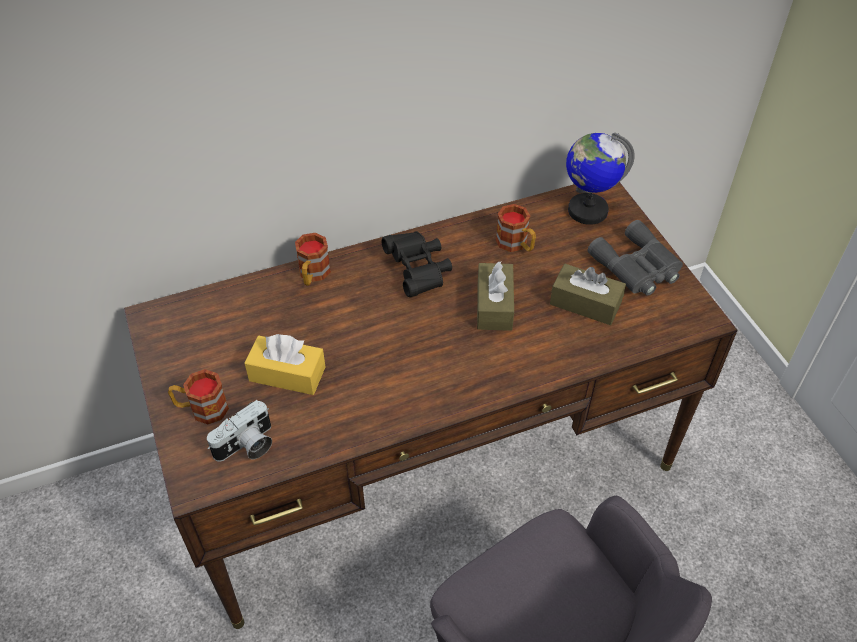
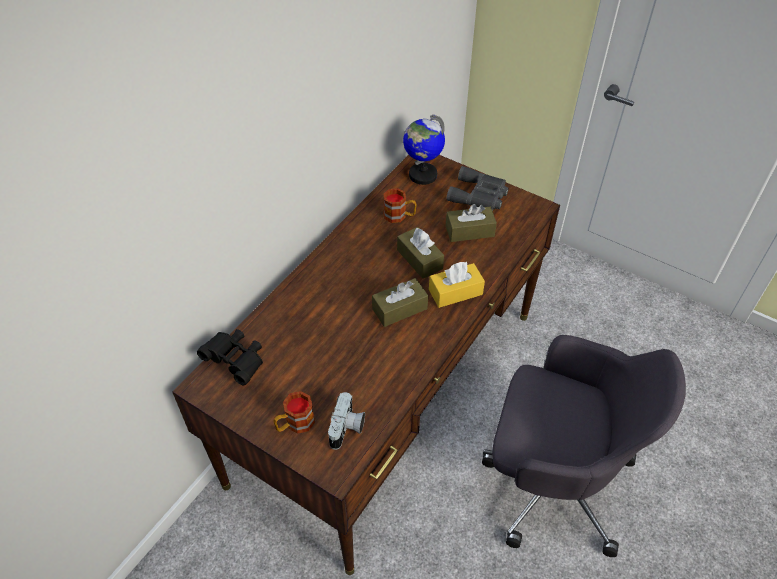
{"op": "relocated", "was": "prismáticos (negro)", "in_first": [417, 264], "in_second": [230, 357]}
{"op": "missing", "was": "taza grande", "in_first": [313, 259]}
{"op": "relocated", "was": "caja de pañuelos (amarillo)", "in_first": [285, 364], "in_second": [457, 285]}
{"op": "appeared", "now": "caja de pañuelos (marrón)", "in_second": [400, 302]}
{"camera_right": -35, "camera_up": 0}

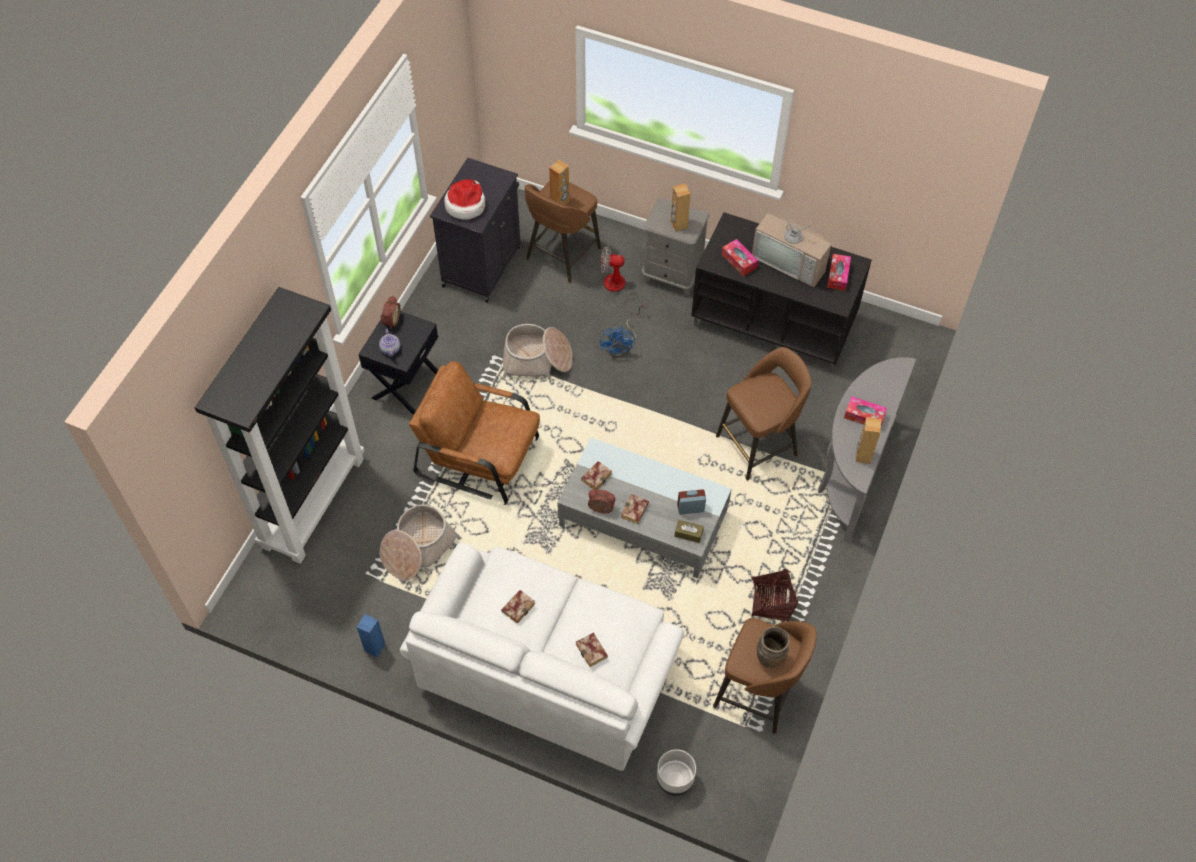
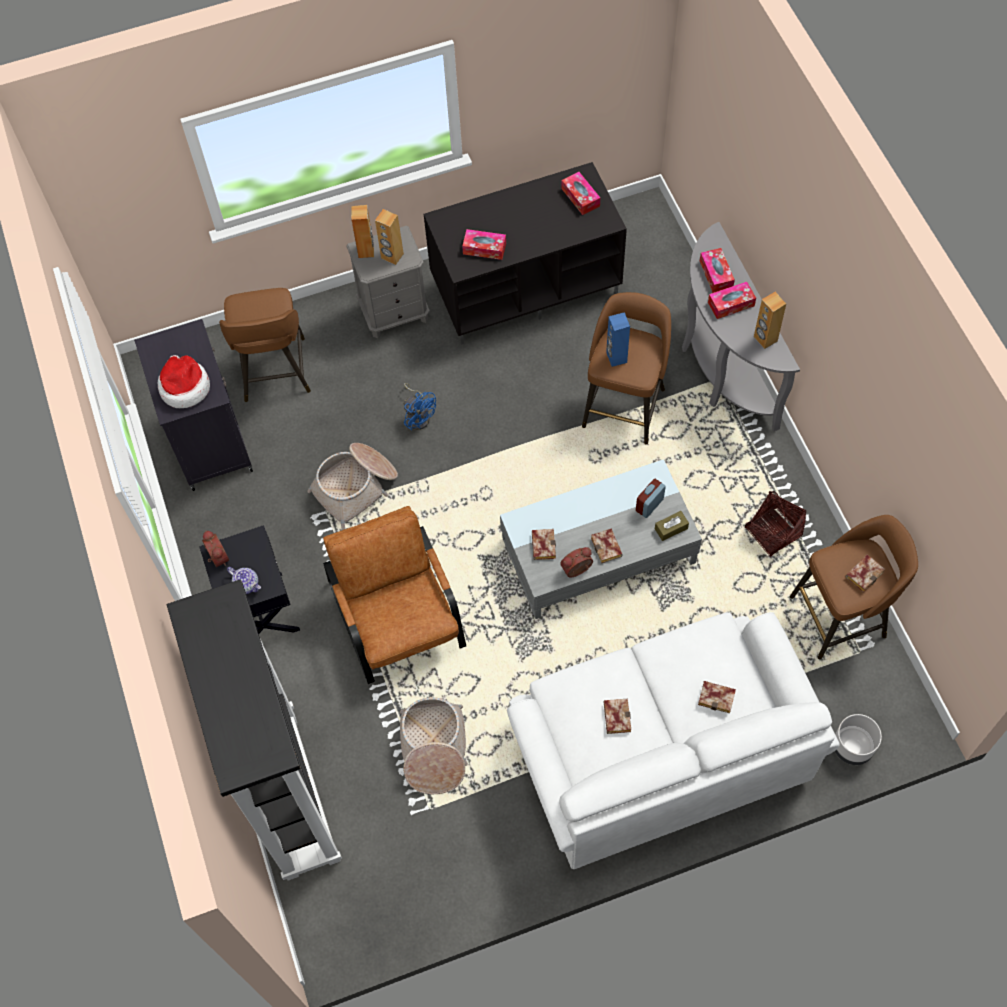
{"op": "relocated", "was": "altavoz (marrón)", "in_first": [559, 182], "in_second": [362, 231]}
{"op": "missing", "was": "televisor", "in_first": [791, 244]}
{"op": "missing", "was": "ventilador", "in_first": [622, 280]}
{"op": "spun", "was": "sillón (marrón)", "in_first": [474, 433], "in_second": [394, 595], "clockwise": 90}
{"op": "relocated", "was": "altavoz (azul)", "in_first": [371, 635], "in_second": [618, 339]}
{"op": "exchanged", "was": "florero (marrón)", "now": "libro", "in_first": [773, 647], "in_second": [865, 573]}
{"op": "appeared", "now": "caja de pañuelos", "in_second": [717, 270]}
{"camera_right": -40, "camera_up": 5}

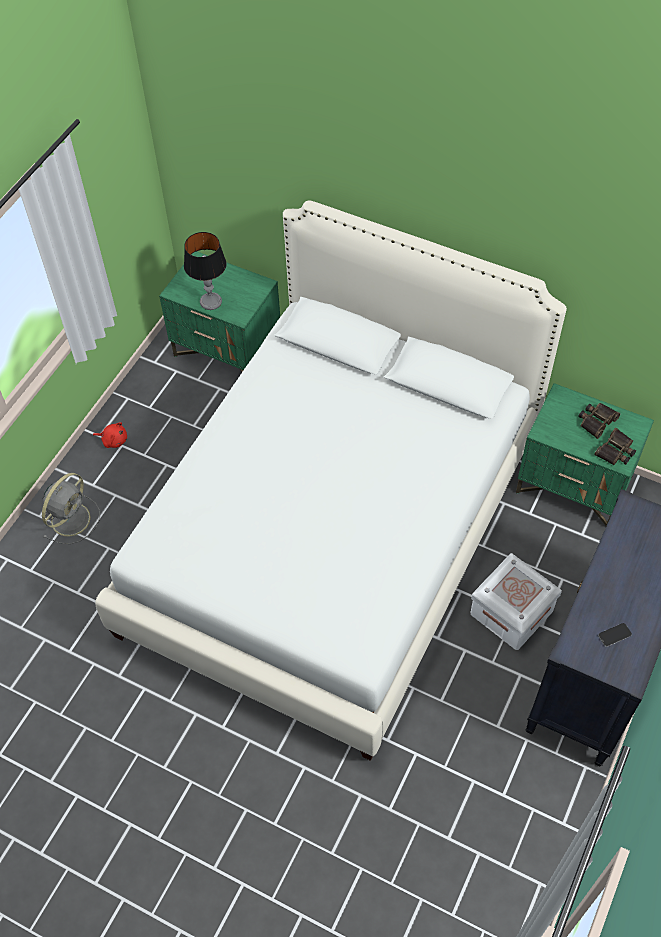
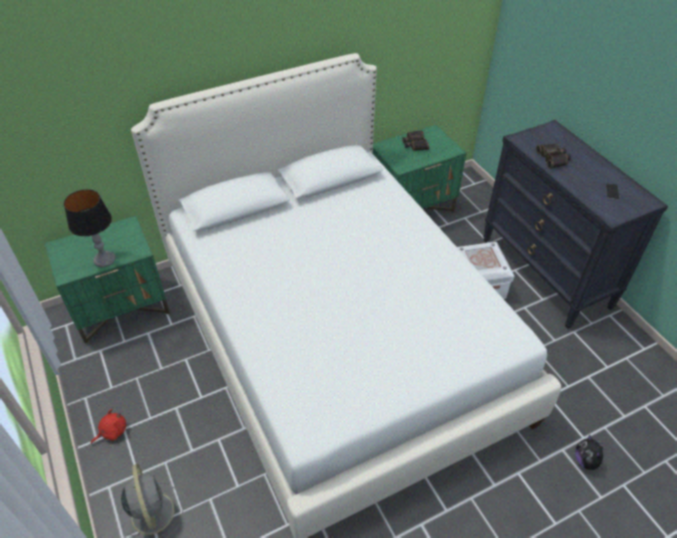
{"op": "relocated", "was": "prismáticos", "in_first": [615, 446], "in_second": [553, 156]}
{"op": "appeared", "now": "peluche", "in_second": [590, 452]}
{"camera_right": -55, "camera_up": -10}

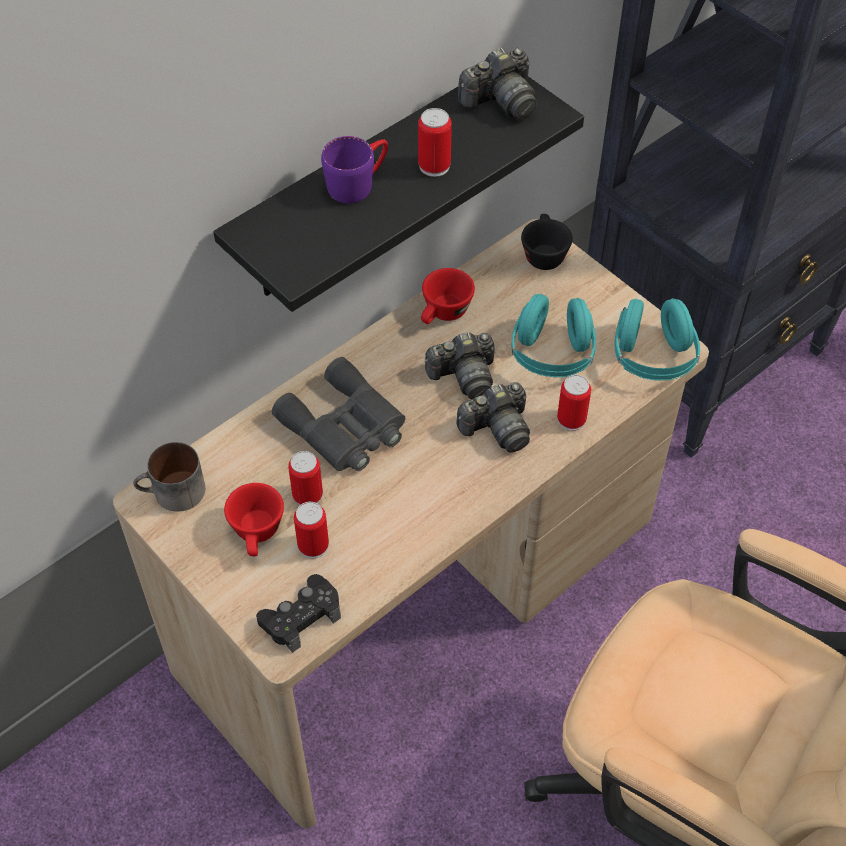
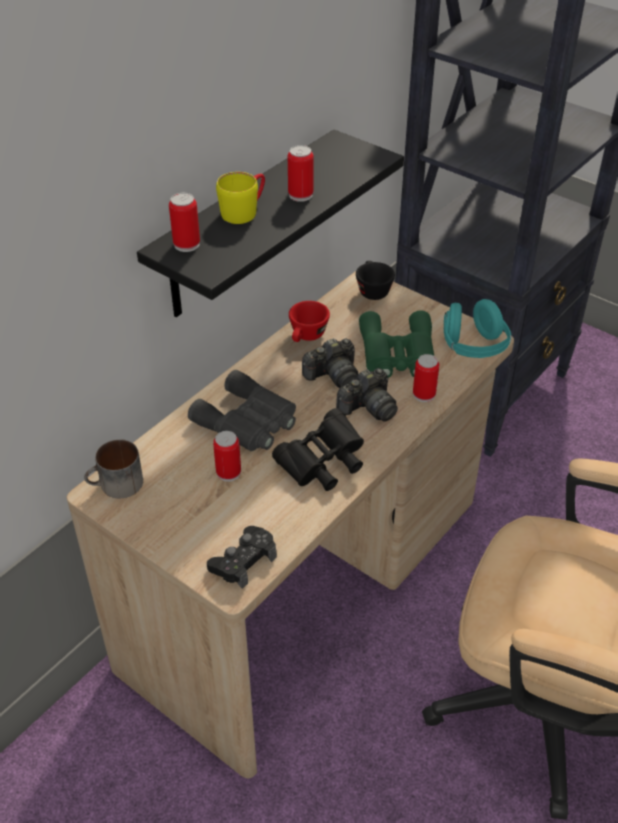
{"op": "missing", "was": "cámara", "in_first": [497, 84]}
{"op": "colour", "was": "taza grande (morado)", "now": "taza grande (amarillo)", "in_first": [354, 169], "in_second": [240, 198]}
{"op": "exchanged", "was": "auriculares (turquesa)", "now": "prismáticos (verde)", "in_first": [553, 335], "in_second": [396, 344]}
{"op": "missing", "was": "taza (rojo)", "in_first": [254, 519]}
{"op": "relocated", "was": "lata", "in_first": [311, 530], "in_second": [184, 222]}
{"op": "appeared", "now": "prismáticos (negro)", "in_second": [318, 449]}
{"camera_right": -10, "camera_up": -10}

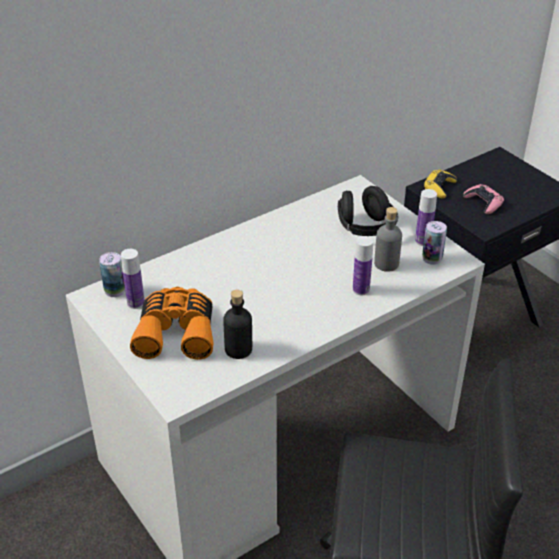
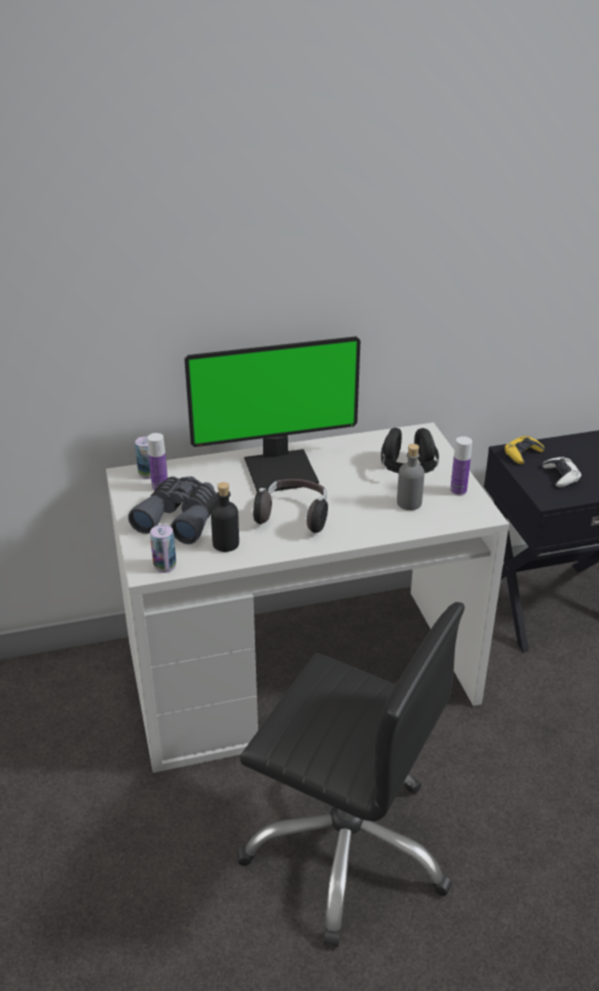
{"op": "colour", "was": "mando de consola (rosa)", "now": "mando de consola (blanco)", "in_first": [483, 199], "in_second": [562, 472]}
{"op": "relocated", "was": "lata", "in_first": [434, 243], "in_second": [163, 548]}
{"op": "missing", "was": "botella", "in_first": [363, 265]}
{"op": "colour", "was": "prismáticos (naranja)", "now": "prismáticos (gris)", "in_first": [172, 323], "in_second": [173, 510]}
{"op": "appeared", "now": "monitor", "in_second": [272, 413]}
{"op": "appeared", "now": "auriculares", "in_second": [290, 506]}
{"camera_right": 20, "camera_up": -5}

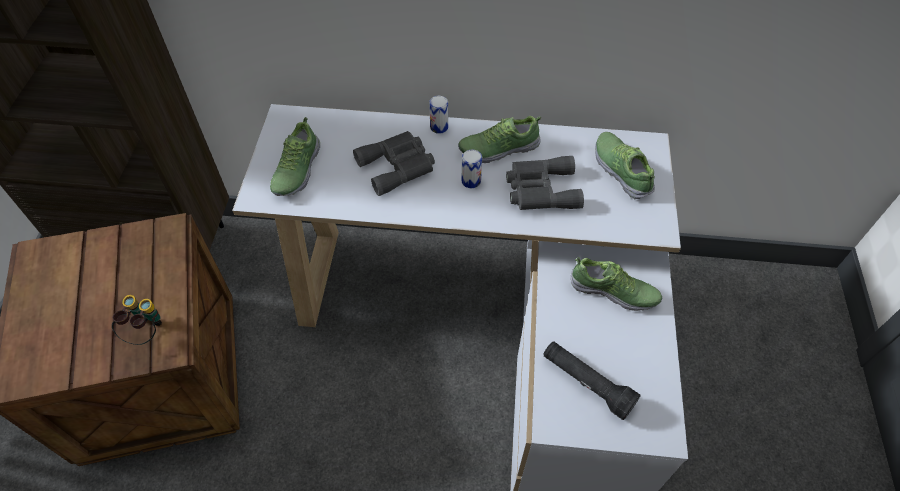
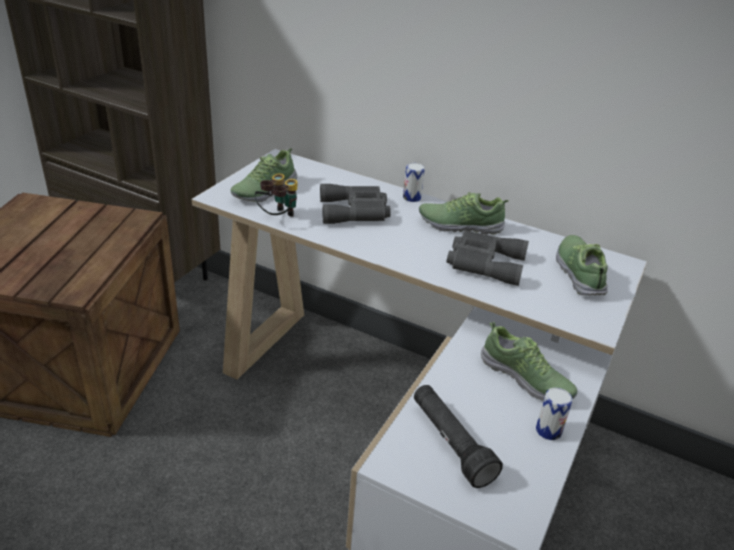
{"op": "relocated", "was": "lata", "in_first": [471, 169], "in_second": [554, 414]}
{"op": "relocated", "was": "prismáticos", "in_first": [137, 320], "in_second": [276, 195]}
{"camera_right": 20, "camera_up": -20}

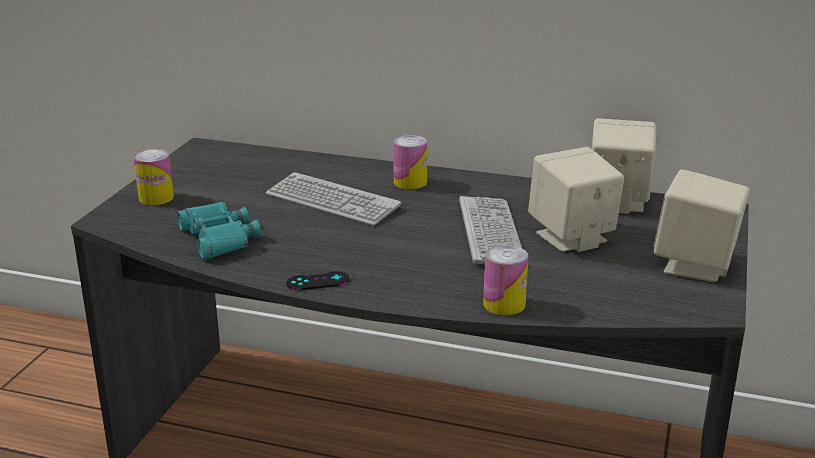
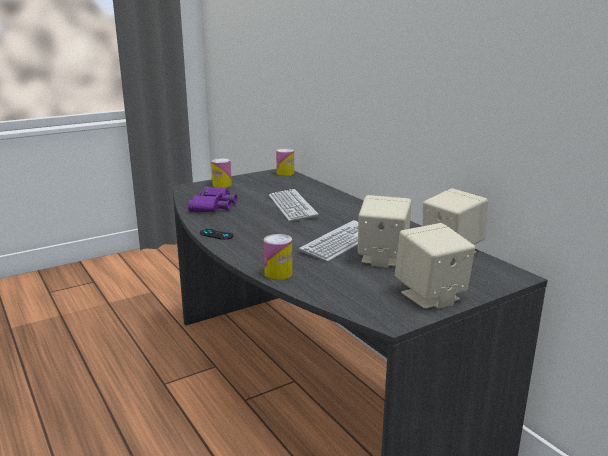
{"op": "relocated", "was": "lata", "in_first": [410, 162], "in_second": [285, 162]}
{"op": "colour", "was": "prismáticos (turquesa)", "now": "prismáticos (morado)", "in_first": [219, 230], "in_second": [212, 199]}
{"camera_right": 40, "camera_up": -5}

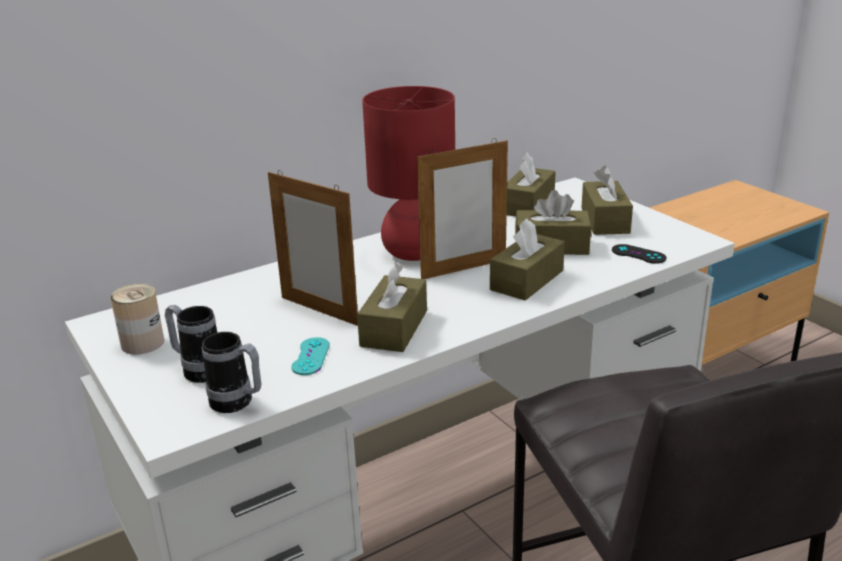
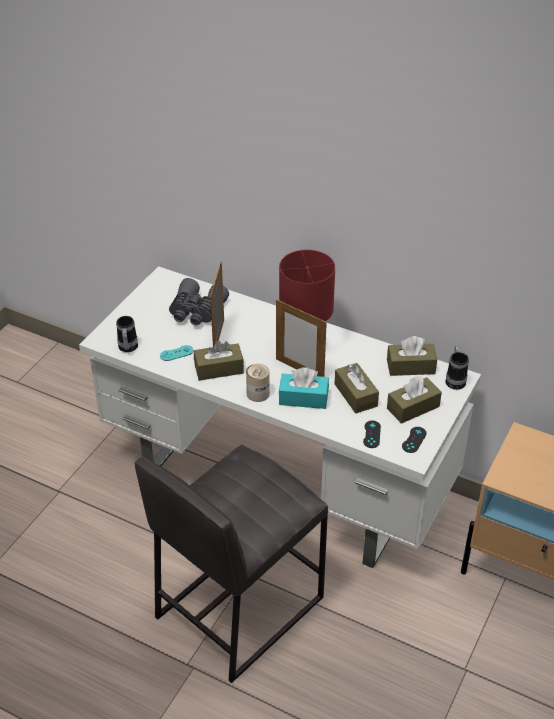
{"op": "colour", "was": "caja de pañuelos (marrón)", "now": "caja de pañuelos (turquesa)", "in_first": [527, 259], "in_second": [304, 388]}
{"op": "relocated", "was": "lata", "in_first": [137, 319], "in_second": [258, 382]}
{"op": "relocated", "was": "taza grande", "in_first": [191, 344], "in_second": [457, 368]}
{"op": "appeared", "now": "prismáticos (gris)", "in_second": [199, 302]}
{"op": "appeared", "now": "mando de consola (negro)", "in_second": [414, 440]}
{"camera_right": 60, "camera_up": 15}

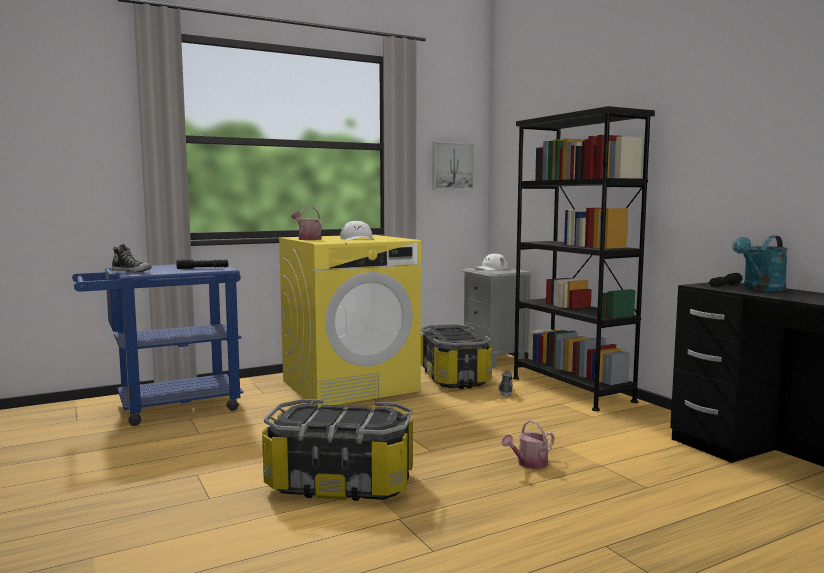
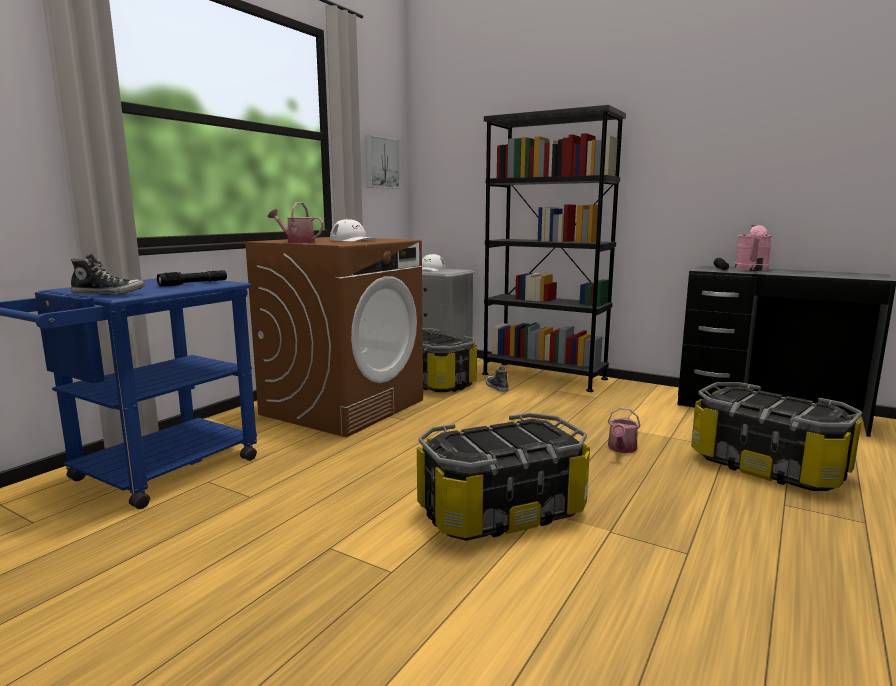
{"op": "colour", "was": "lavadora (amarillo)", "now": "lavadora (marrón)", "in_first": [349, 320], "in_second": [332, 337]}
{"op": "colour", "was": "regadera (turquesa)", "now": "regadera (rosa)", "in_first": [760, 263], "in_second": [753, 248]}
{"op": "appeared", "now": "caja de almacenaje", "in_second": [776, 436]}
{"camera_right": -30, "camera_up": 5}

